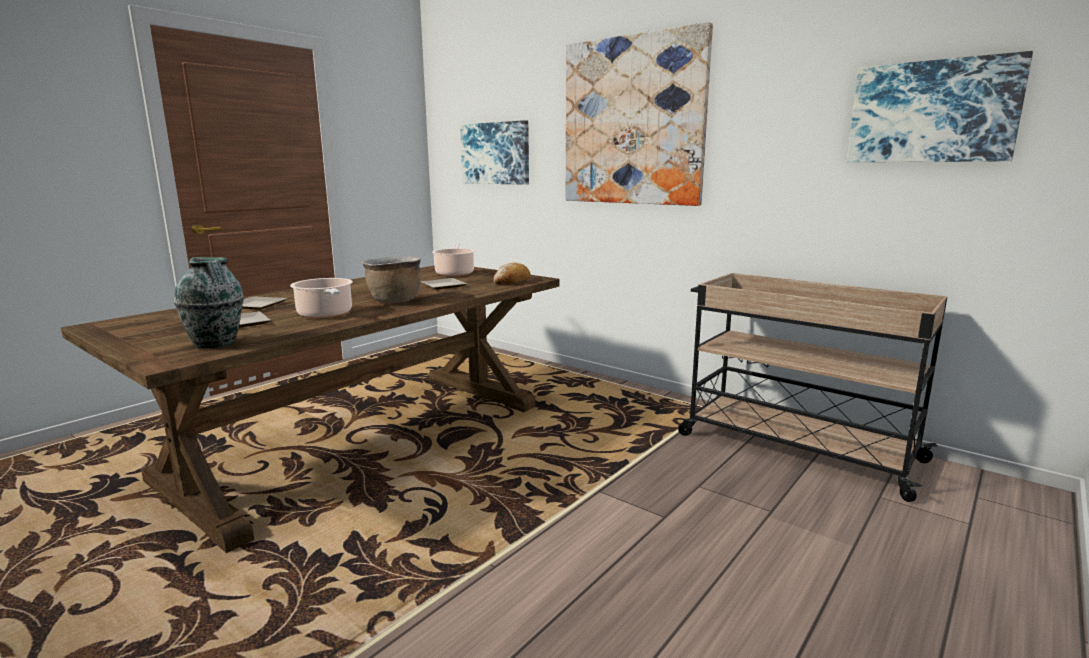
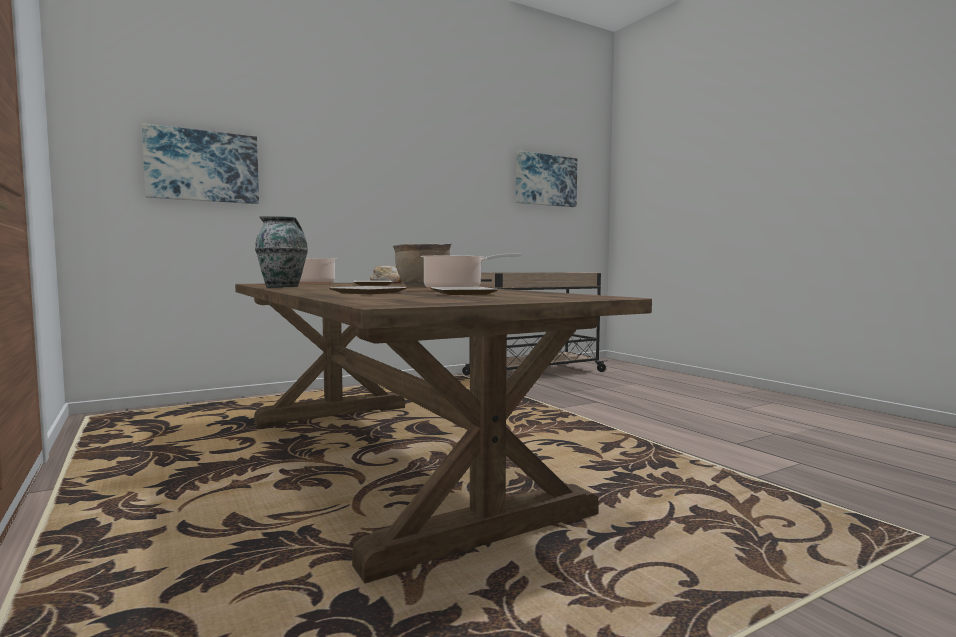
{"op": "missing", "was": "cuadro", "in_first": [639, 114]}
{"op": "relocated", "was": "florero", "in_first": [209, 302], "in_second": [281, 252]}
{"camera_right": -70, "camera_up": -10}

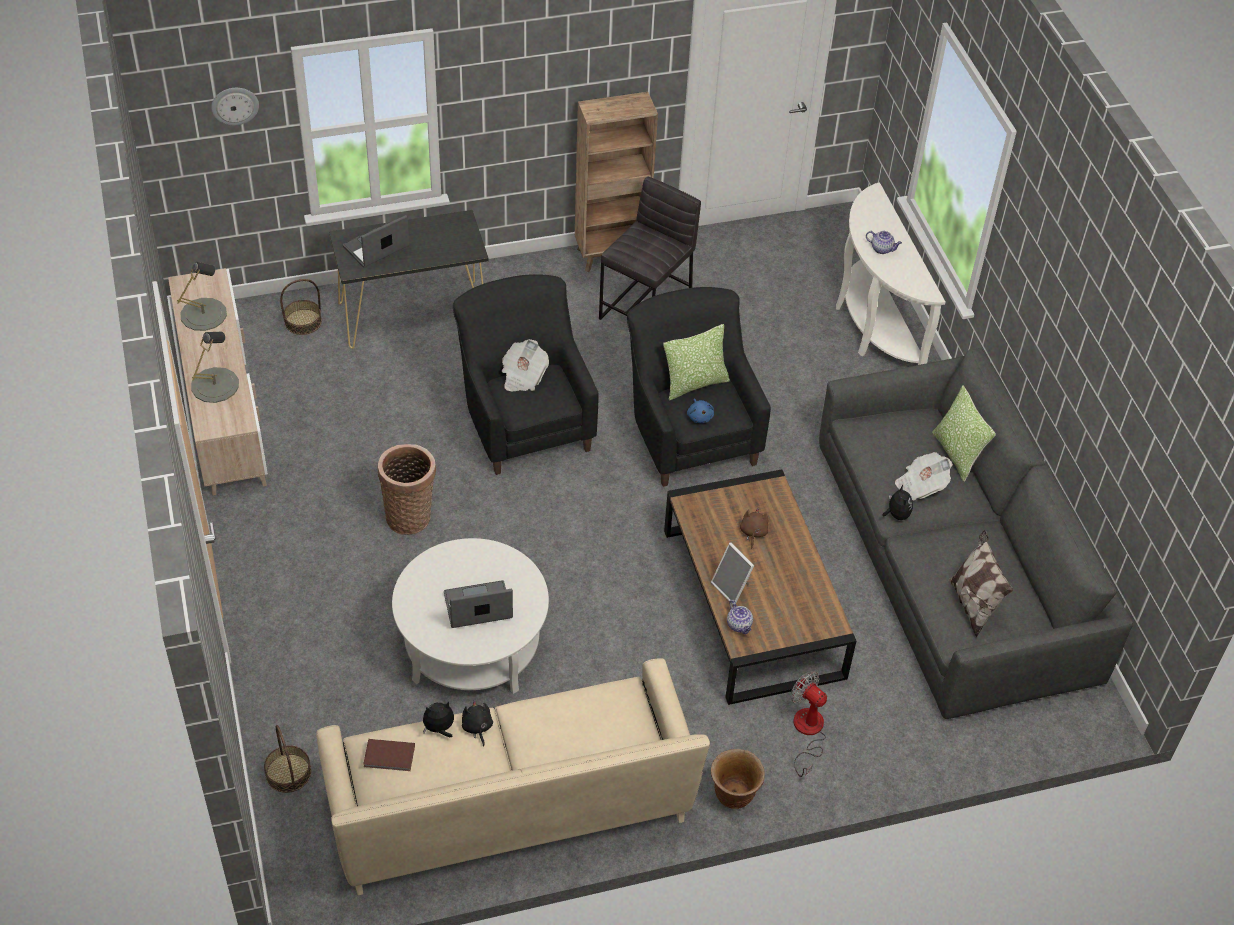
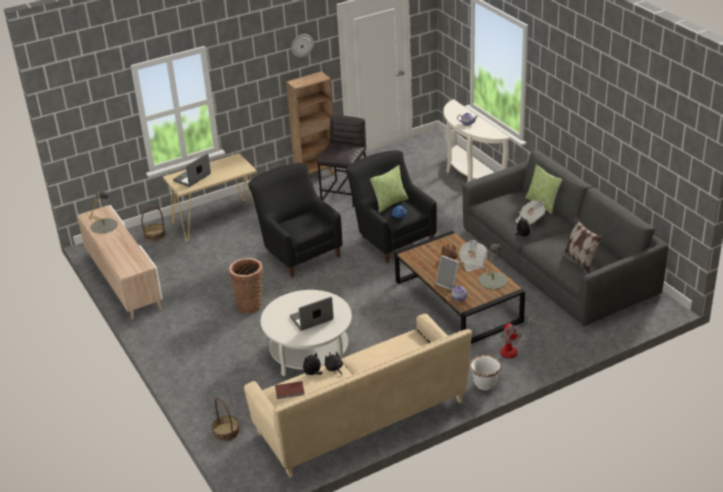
{"op": "relocated", "was": "reloj de pared", "in_first": [235, 106], "in_second": [302, 46]}
{"op": "colour", "was": "mesa consola (negro)", "now": "mesa consola (beis)", "in_first": [408, 279], "in_second": [210, 197]}
{"op": "relocated", "was": "lámpara de mesa (gris)", "in_first": [215, 367], "in_second": [493, 266]}
{"op": "relocated", "was": "periódico", "in_first": [525, 365], "in_second": [472, 255]}
{"op": "spun", "was": "ventilador", "in_first": [808, 724], "in_second": [516, 337], "clockwise": -135}
{"op": "colour", "was": "maceta (marrón)", "now": "maceta (blanco)", "in_first": [738, 779], "in_second": [485, 373]}
{"camera_right": -10, "camera_up": -15}

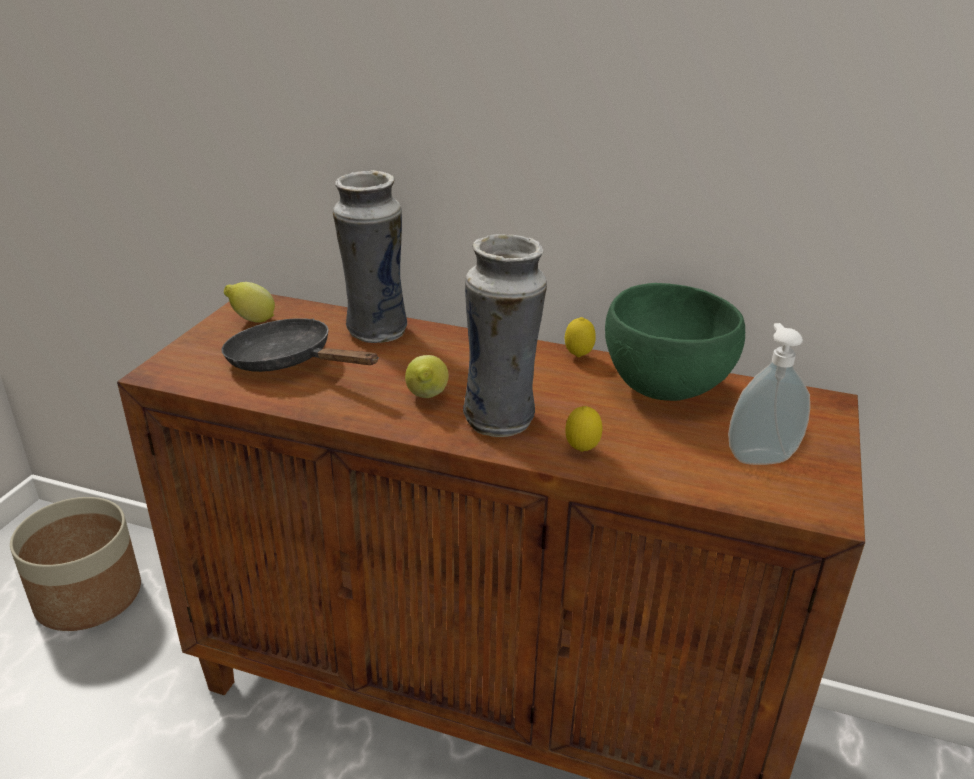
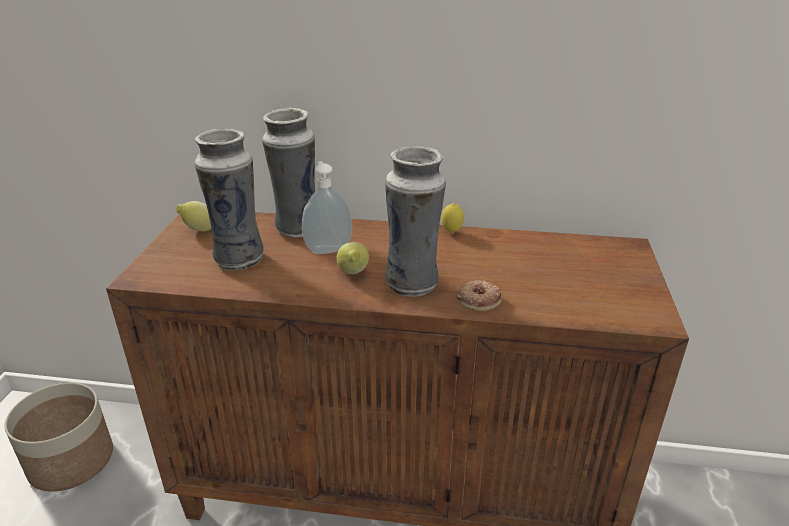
{"op": "missing", "was": "cuenco (verde)", "in_first": [675, 342]}
{"op": "exchanged", "was": "sartén (negro)", "now": "florero", "in_first": [300, 345], "in_second": [229, 200]}
{"op": "relocated", "was": "dispensador de jabón", "in_first": [769, 394], "in_second": [327, 207]}
{"op": "exchanged", "was": "limón", "now": "rosquilla", "in_first": [583, 429], "in_second": [478, 295]}
{"camera_right": -10, "camera_up": 0}

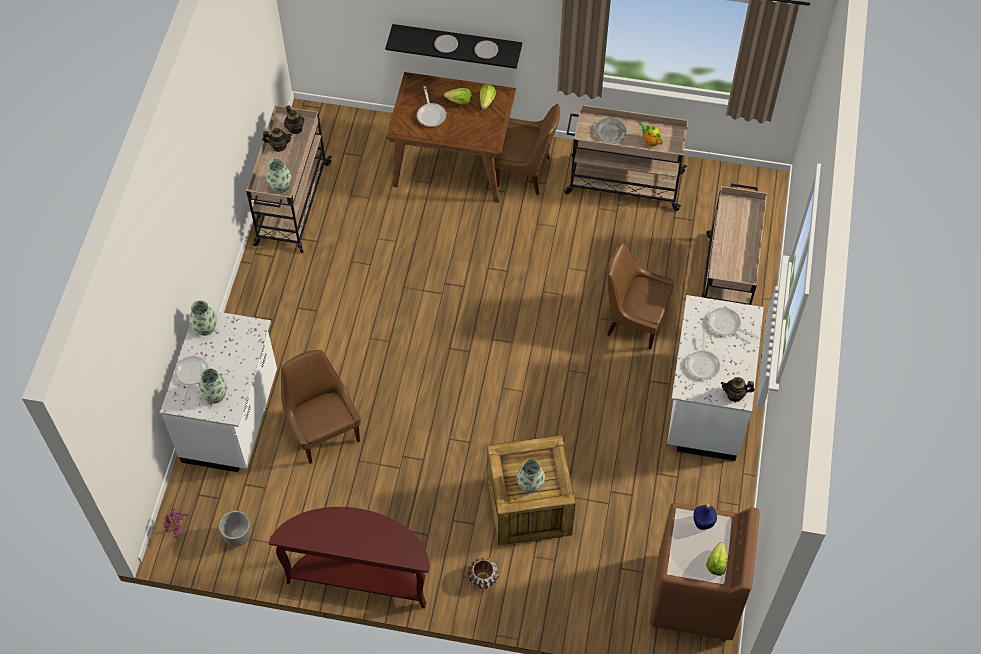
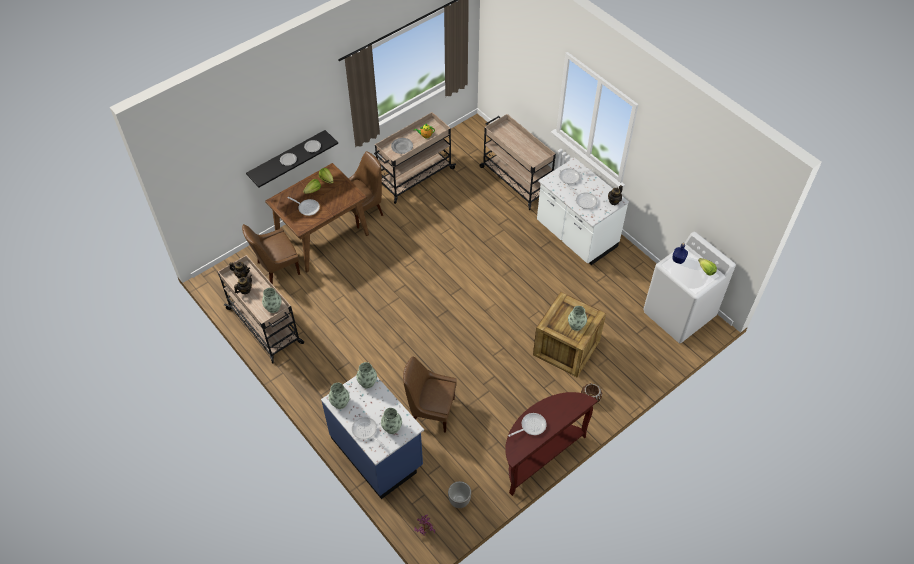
{"op": "relocated", "was": "silla (marrón)", "in_first": [640, 296], "in_second": [271, 254]}
{"op": "colour", "was": "mueble bajo de cocina (blanco)", "now": "mueble bajo de cocina (azul)", "in_first": [218, 391], "in_second": [372, 437]}
{"op": "colour", "was": "lavadora (marrón)", "now": "lavadora (blanco)", "in_first": [705, 571], "in_second": [689, 287]}
{"op": "appeared", "now": "florero", "in_second": [366, 375]}
{"op": "appeared", "now": "sartén", "in_second": [527, 425]}
{"camera_right": -50, "camera_up": -5}

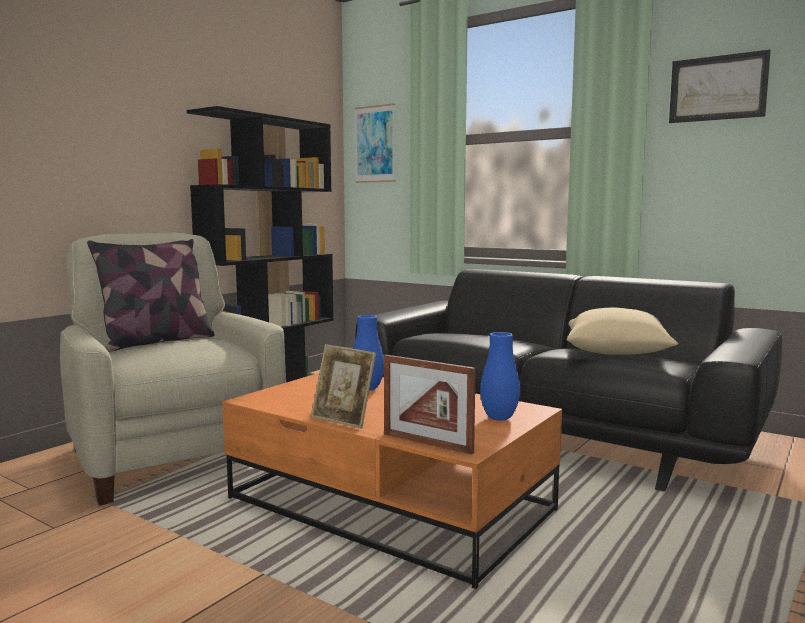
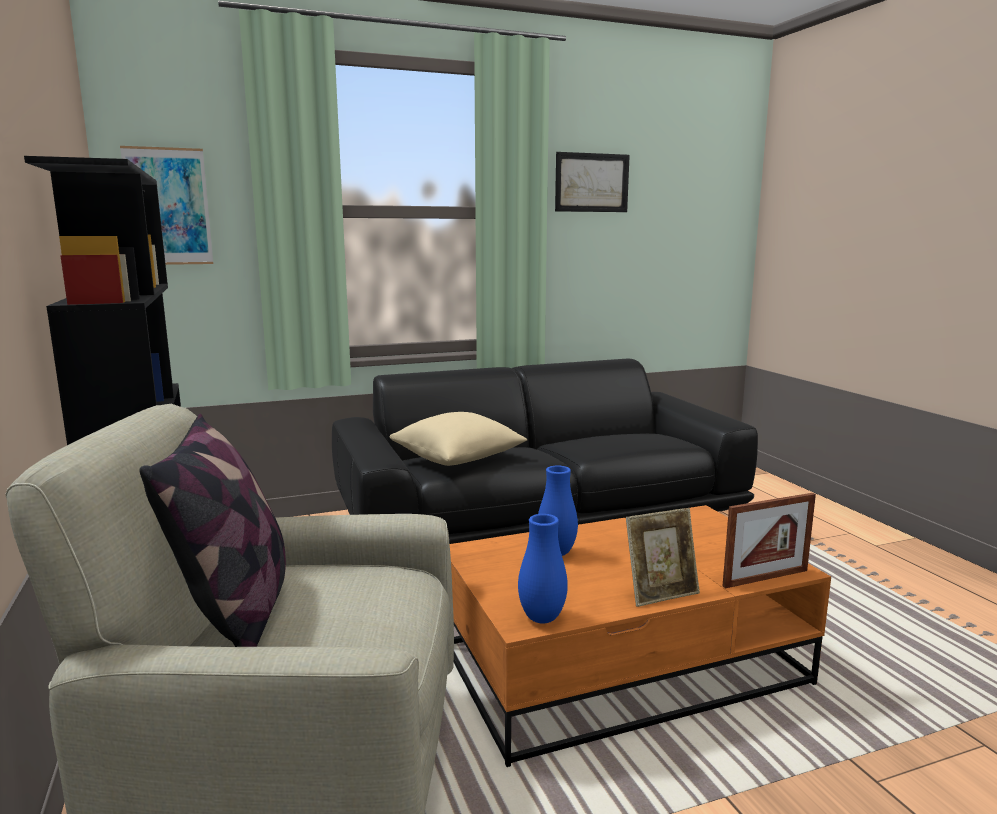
{"op": "relocated", "was": "cojín (beis)", "in_first": [622, 331], "in_second": [458, 439]}
{"op": "relocated", "was": "florero (azul)", "in_first": [500, 376], "in_second": [543, 568]}
{"camera_right": -55, "camera_up": 5}

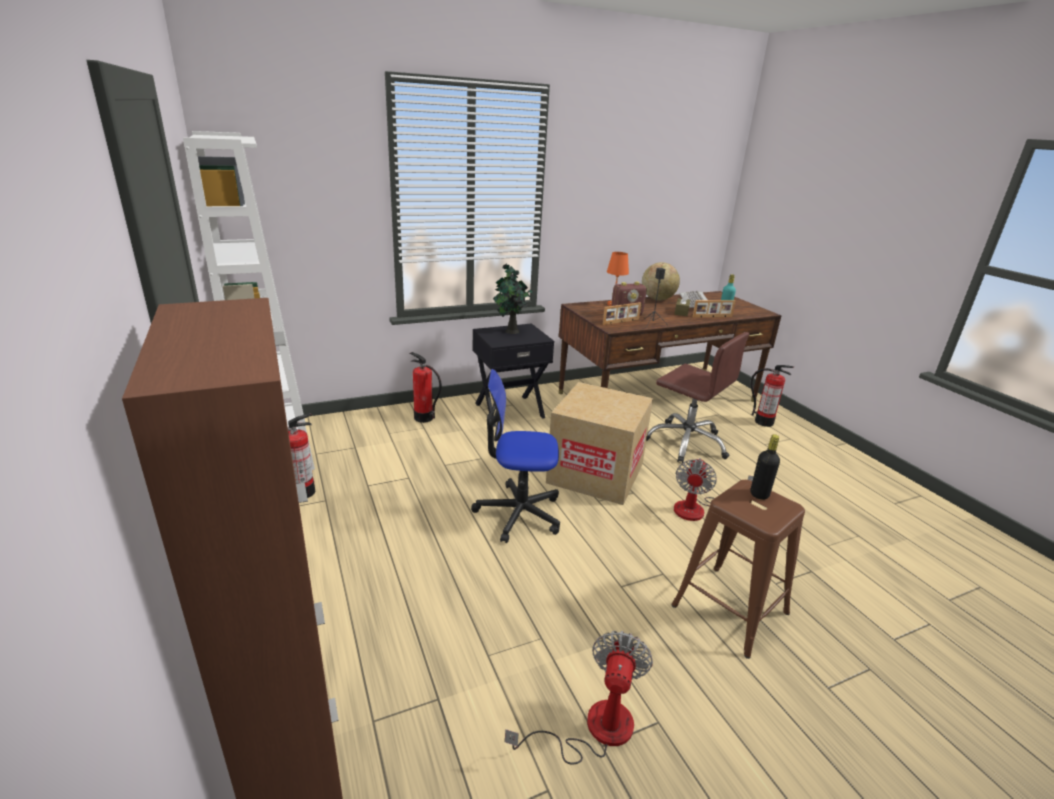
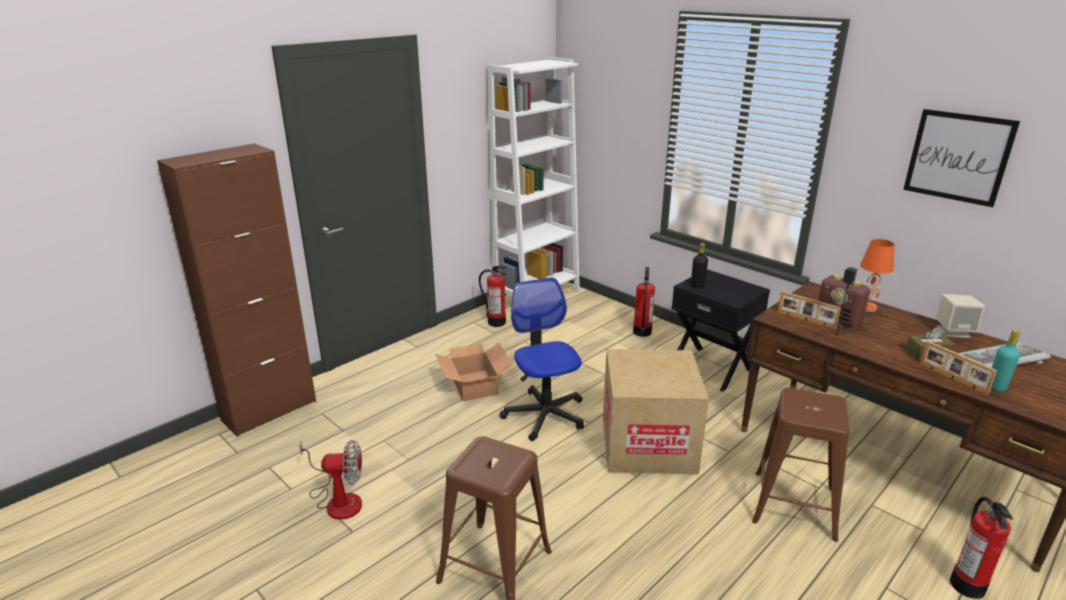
{"op": "exchanged", "was": "globo terráqueo", "now": "altavoz (beis)", "in_first": [661, 281], "in_second": [960, 316]}
{"op": "missing", "was": "planta en maceta", "in_first": [514, 298]}
{"op": "exchanged", "was": "silla de oficina (marrón)", "now": "taburete (marrón)", "in_first": [697, 397], "in_second": [801, 465]}
{"op": "relocated", "was": "botella (negro)", "in_first": [765, 467], "in_second": [699, 265]}
{"op": "missing", "was": "ventilador", "in_first": [714, 489]}
{"op": "appeared", "now": "cuadro", "in_second": [961, 158]}
{"op": "appeared", "now": "caja de cartón", "in_second": [474, 372]}
{"camera_right": 70, "camera_up": 0}

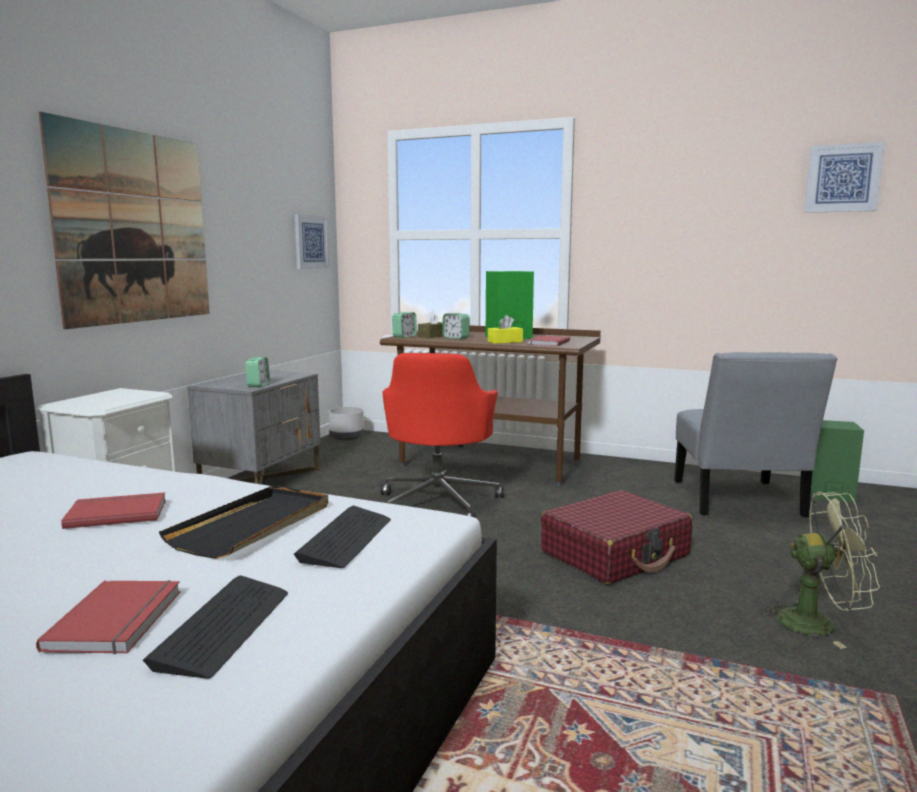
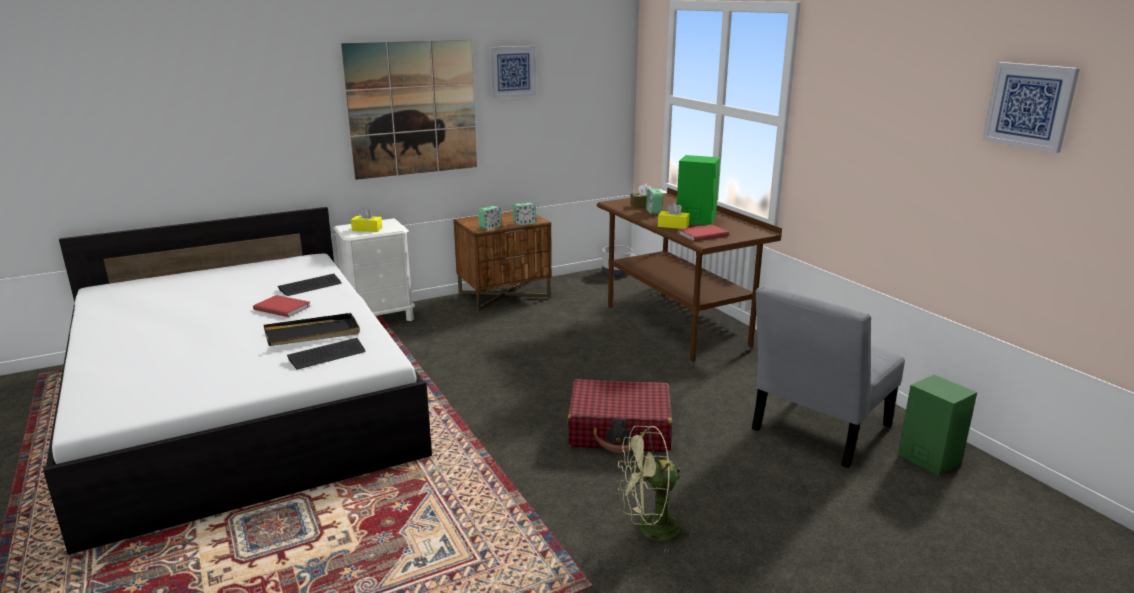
{"op": "relocated", "was": "cuadro", "in_first": [312, 241], "in_second": [512, 72]}
{"op": "relocated", "was": "despertador", "in_first": [404, 325], "in_second": [524, 214]}
{"op": "missing", "was": "silla de oficina (rojo)", "in_first": [442, 435]}
{"op": "colour", "was": "mesita de noche (gris)", "now": "mesita de noche (marrón)", "in_first": [254, 427], "in_second": [502, 261]}
{"op": "spun", "was": "ventilador (verde)", "in_first": [819, 570], "in_second": [657, 489], "clockwise": 120}
{"op": "relocated", "was": "teclado", "in_first": [215, 627], "in_second": [310, 285]}
{"op": "missing", "was": "libro (rojo)", "in_first": [108, 617]}
{"op": "appeared", "now": "caja de pañuelos (amarillo)", "in_second": [366, 219]}
{"camera_right": 40, "camera_up": 10}

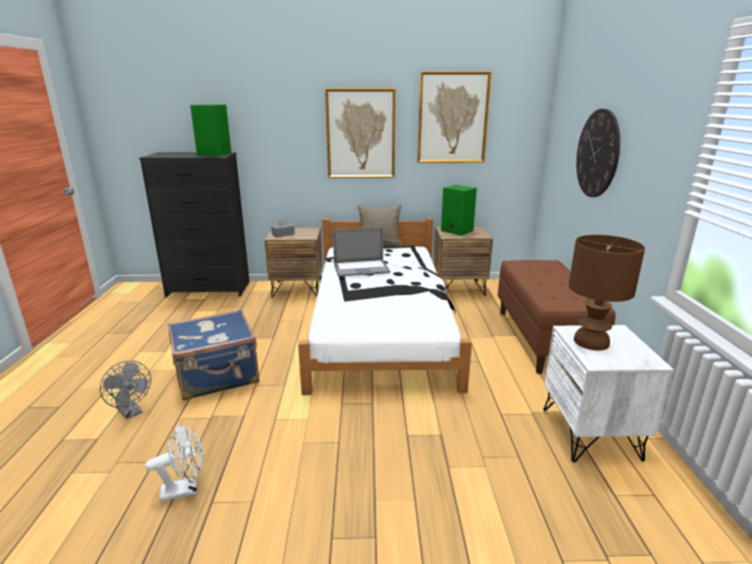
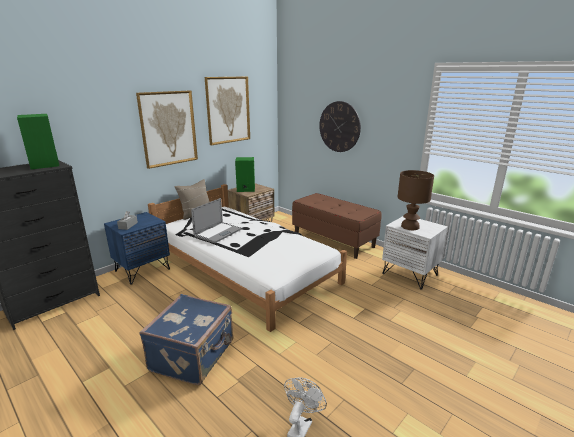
{"op": "colour", "was": "mesita de noche (marrón)", "now": "mesita de noche (azul)", "in_first": [293, 262], "in_second": [137, 248]}
{"op": "missing", "was": "ventilador (gris)", "in_first": [125, 390]}
{"camera_right": -45, "camera_up": 0}

